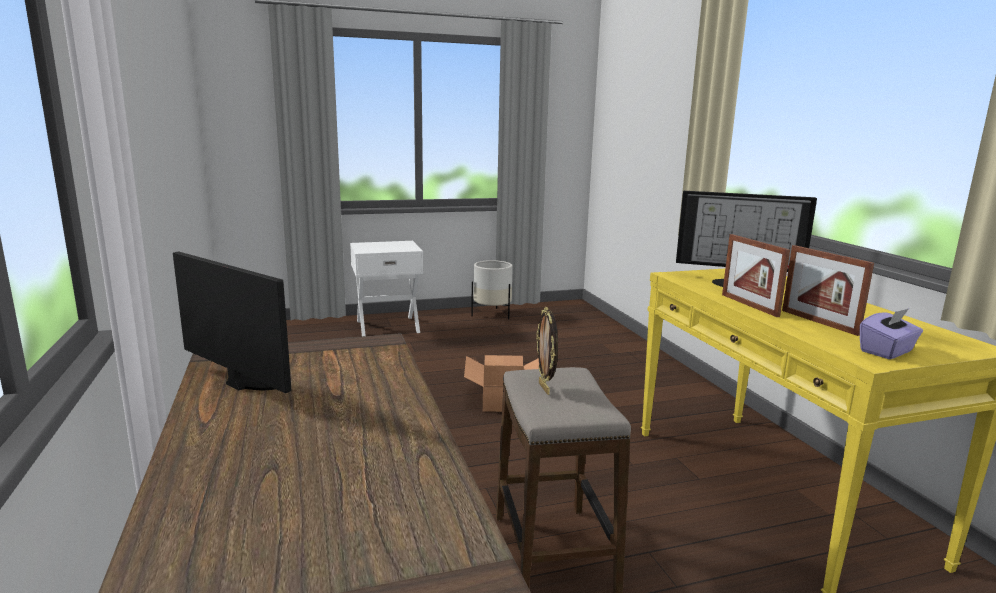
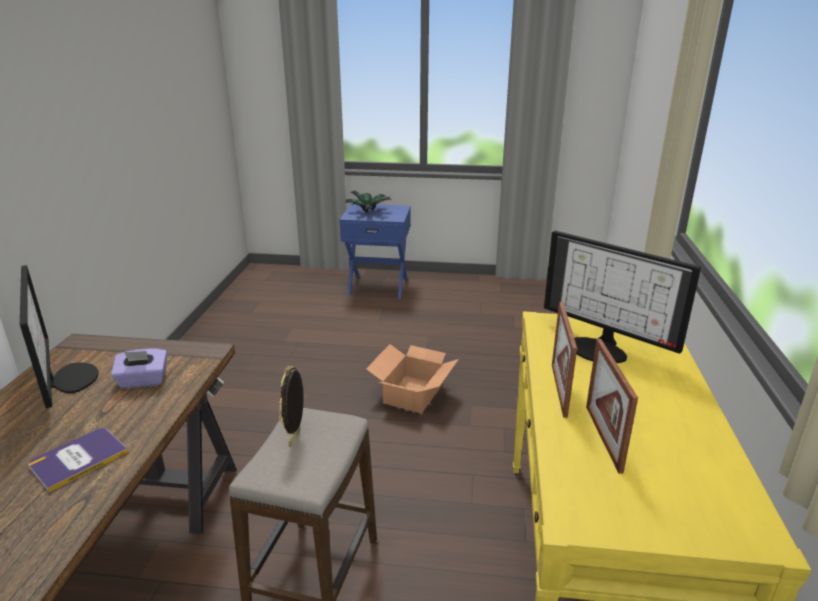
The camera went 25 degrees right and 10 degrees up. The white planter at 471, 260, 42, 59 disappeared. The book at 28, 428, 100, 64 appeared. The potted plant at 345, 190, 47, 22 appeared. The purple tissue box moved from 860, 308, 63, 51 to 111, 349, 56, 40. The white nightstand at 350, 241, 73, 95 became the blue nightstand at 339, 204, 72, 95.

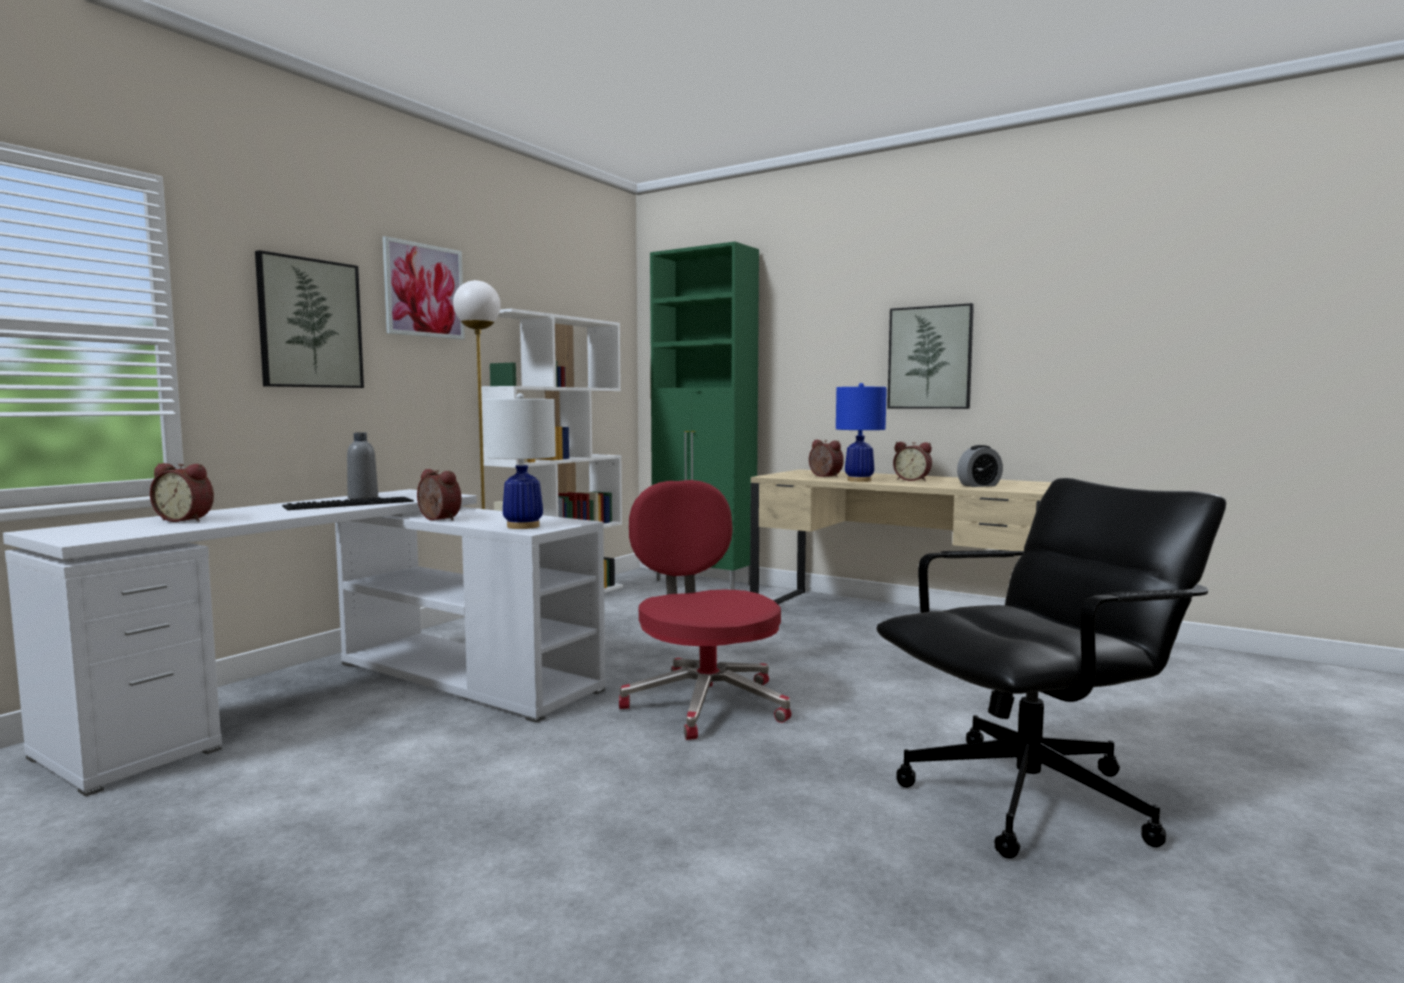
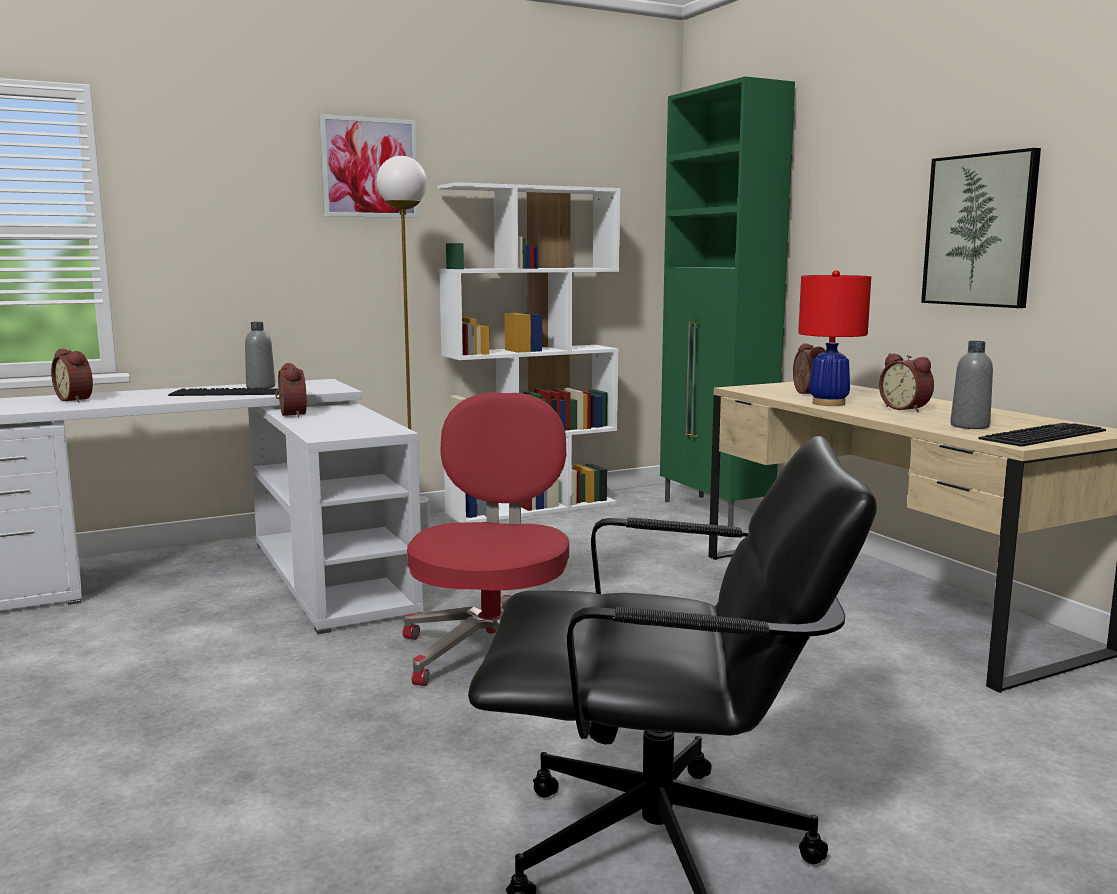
The camera went 30 degrees right and 5 degrees up. The picture at 255, 250, 109, 138 disappeared. The white table lamp at 485, 393, 71, 136 disappeared. The keyboard at 979, 423, 127, 24 appeared. The alarm clock at 957, 445, 46, 42 was replaced by the grey bottle at 950, 341, 43, 88. The blue table lamp at 836, 383, 51, 99 became the red table lamp at 798, 270, 73, 136.

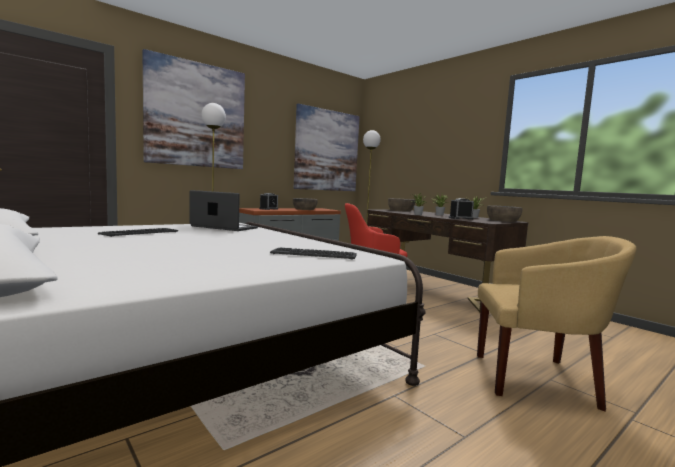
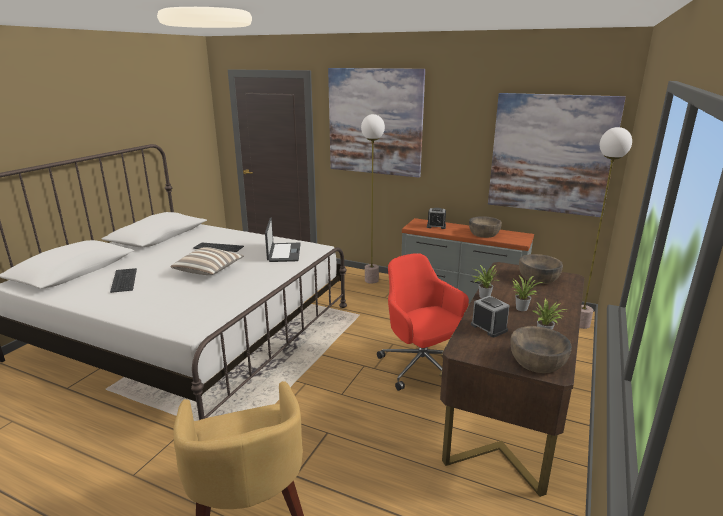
The camera went 65 degrees right and 15 degrees up. The pillow at 171, 247, 73, 28 appeared. The keyboard moved from 270, 247, 87, 13 to 110, 268, 27, 25.

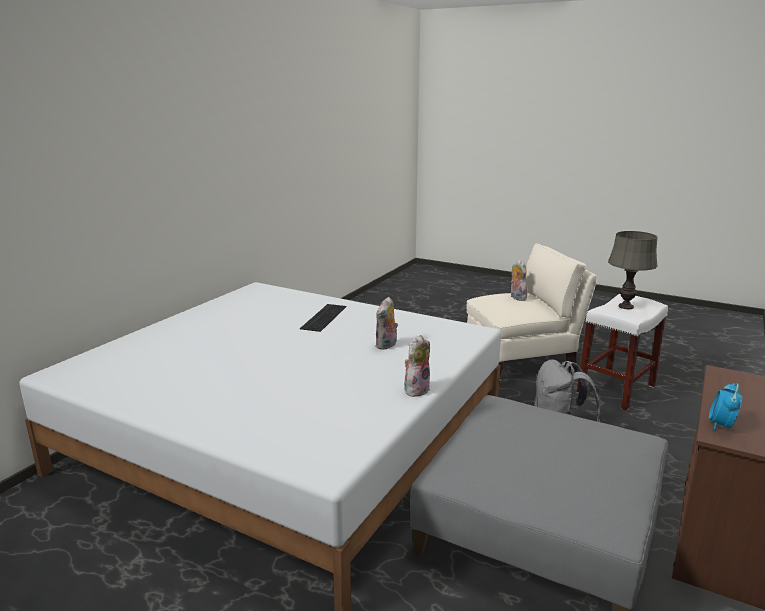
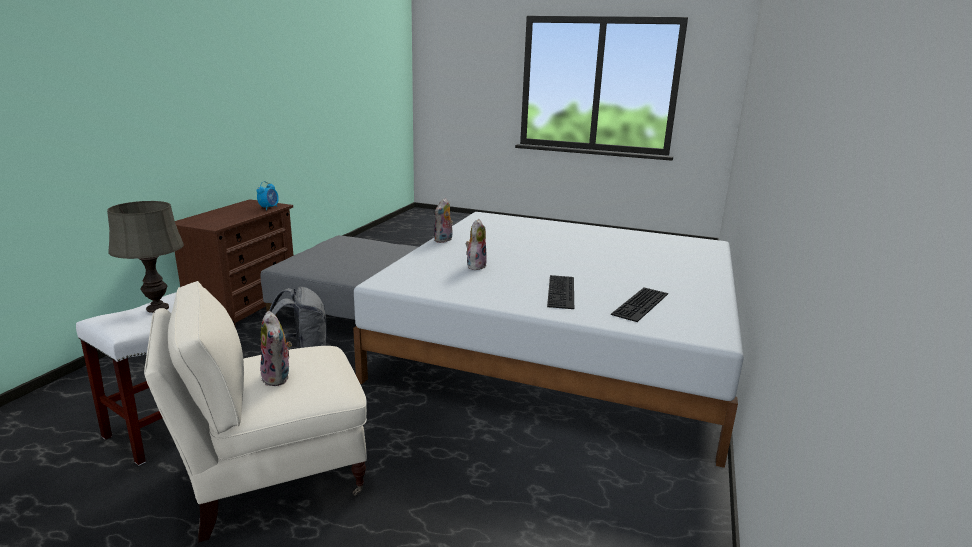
The camera went 170 degrees right and 0 degrees up. The keyboard at 611, 287, 57, 35 appeared.

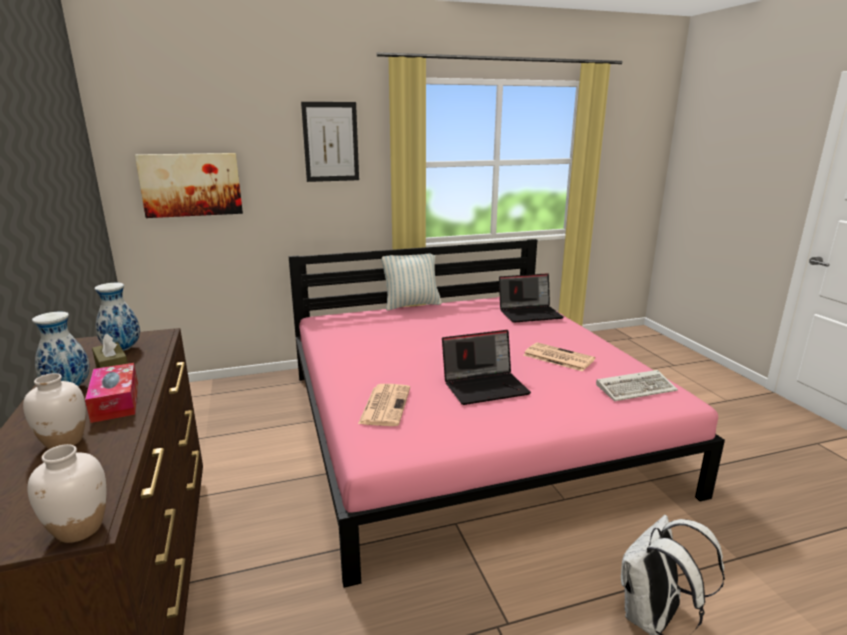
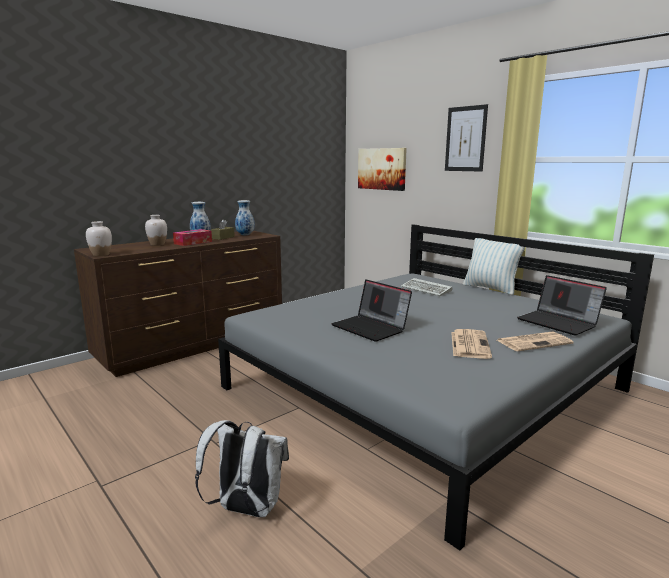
The camera went 65 degrees right and 5 degrees down. The newspaper moved from 358, 384, 52, 42 to 497, 331, 76, 21. The keyboard moved from 596, 370, 82, 31 to 401, 278, 51, 18. The pink bed at 289, 239, 436, 349 became the grey bed at 218, 224, 436, 327.

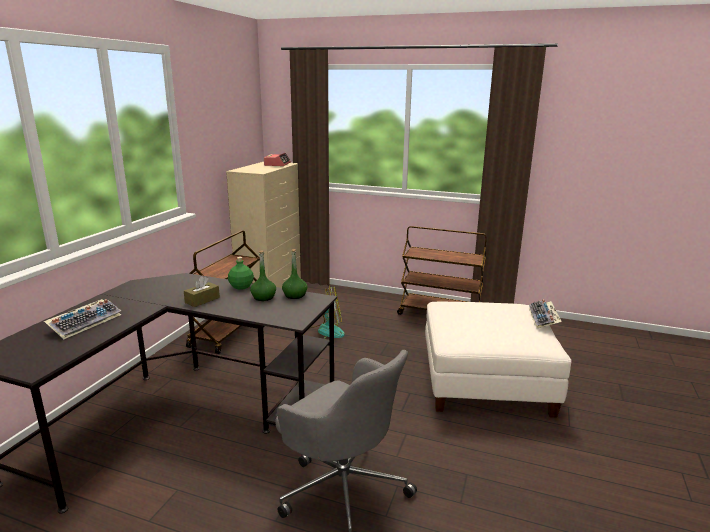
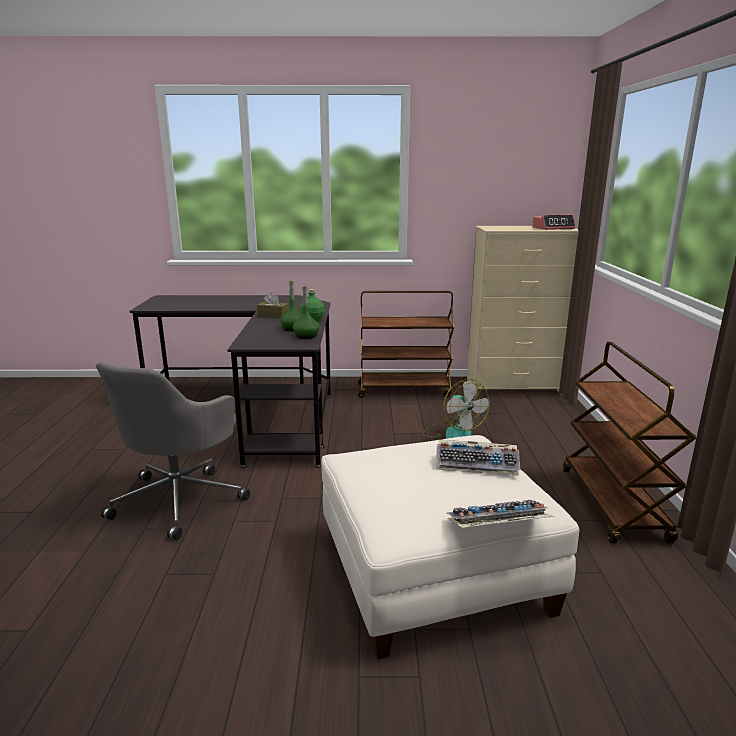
The camera went 70 degrees right and 0 degrees up. The keyboard moved from 44, 299, 77, 40 to 435, 440, 85, 36.

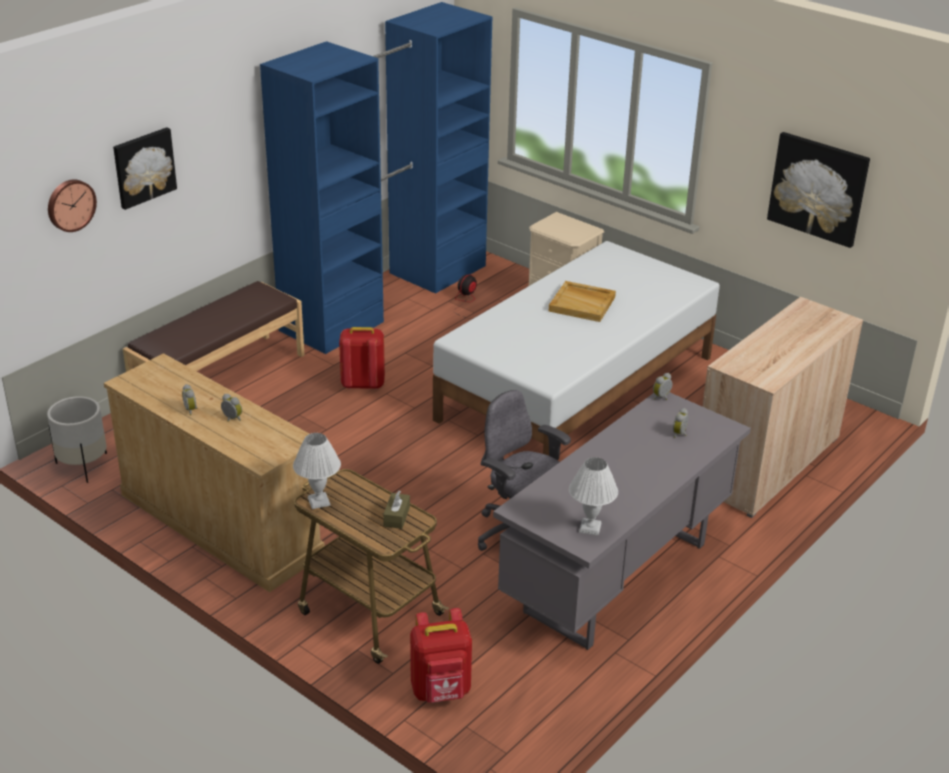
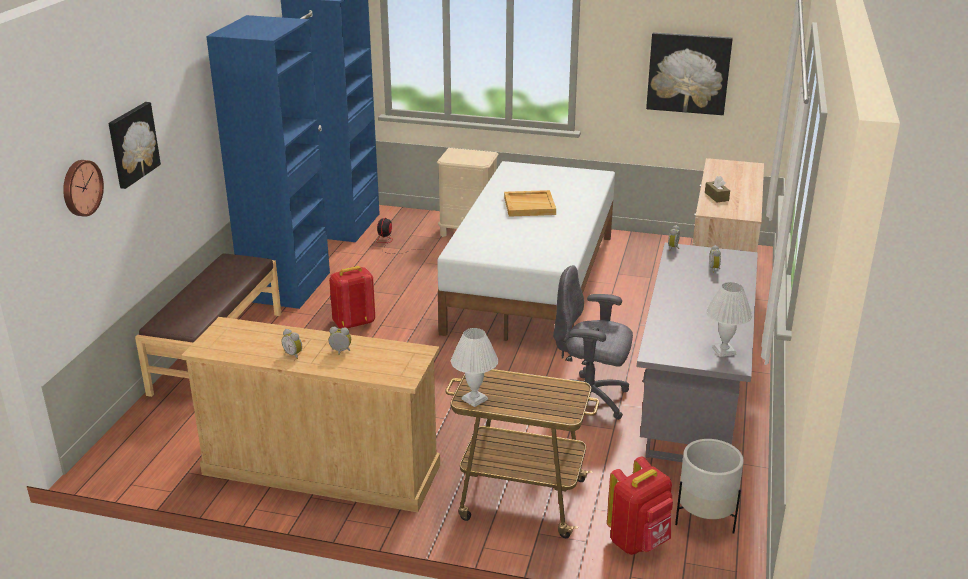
The camera went 25 degrees left and 5 degrees down. The white planter moved from 47, 396, 60, 87 to 675, 439, 69, 95. The brown tissue box moved from 383, 491, 27, 38 to 705, 176, 25, 27.

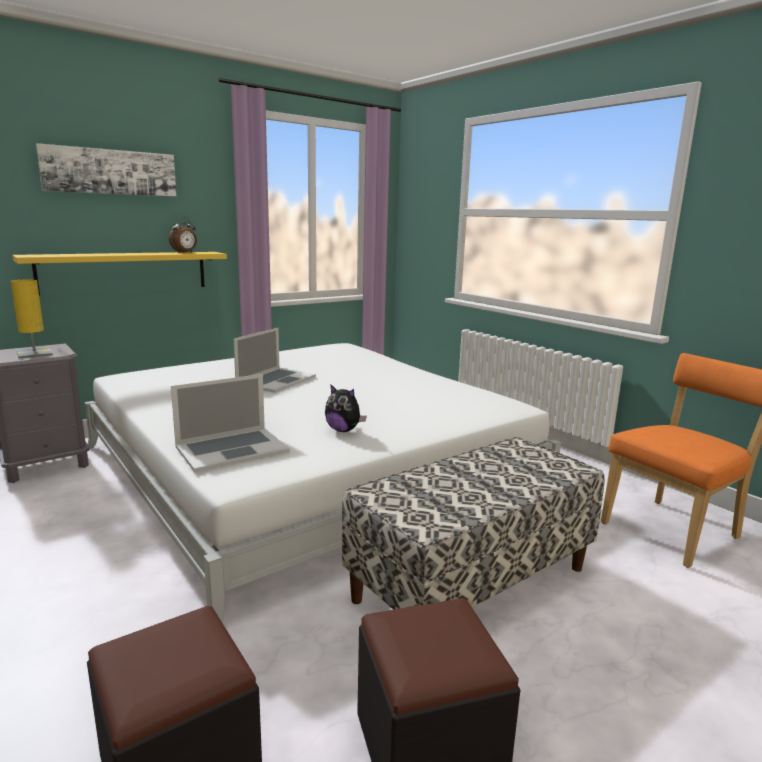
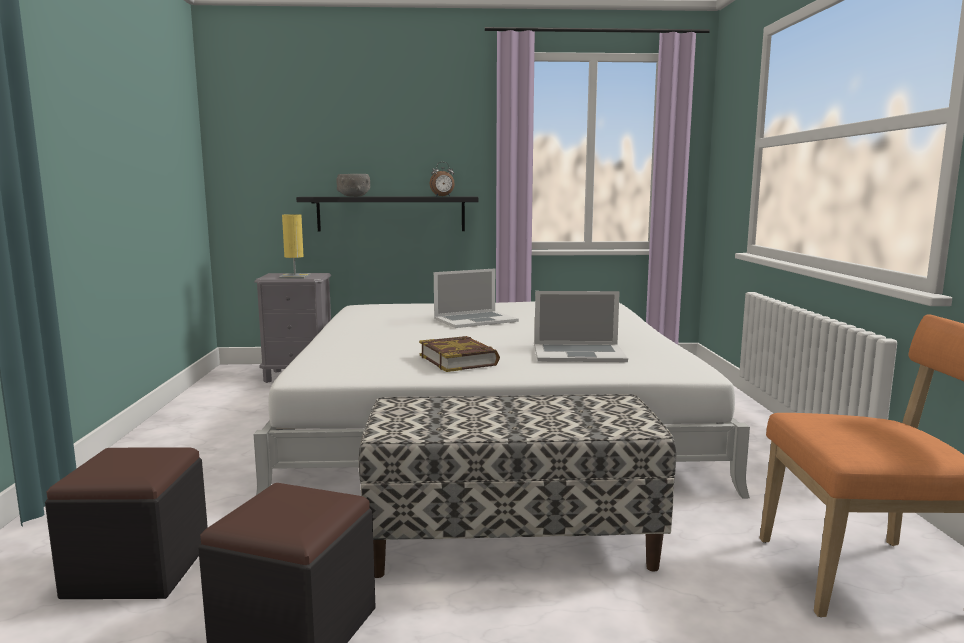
The camera went 35 degrees right and 5 degrees down. The picture at 36, 143, 141, 54 disappeared. The grey bowl at 336, 174, 34, 22 appeared. The laptop moved from 171, 374, 119, 98 to 535, 291, 93, 71. The plush toy at 325, 384, 42, 48 was replaced by the book at 419, 336, 81, 36. The yellow shelf at 12, 252, 215, 44 became the black shelf at 296, 197, 183, 35.

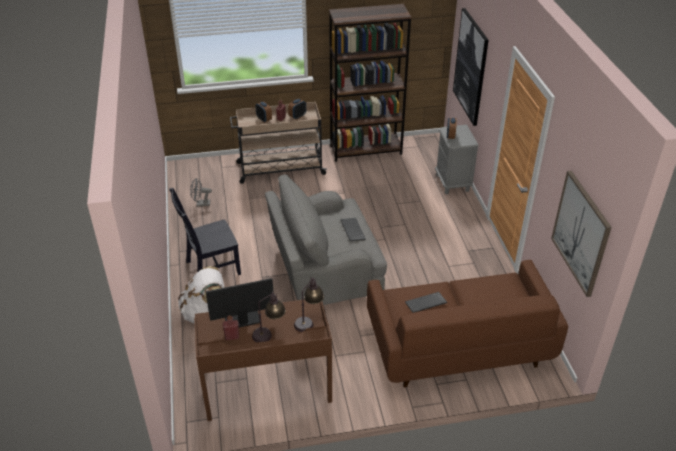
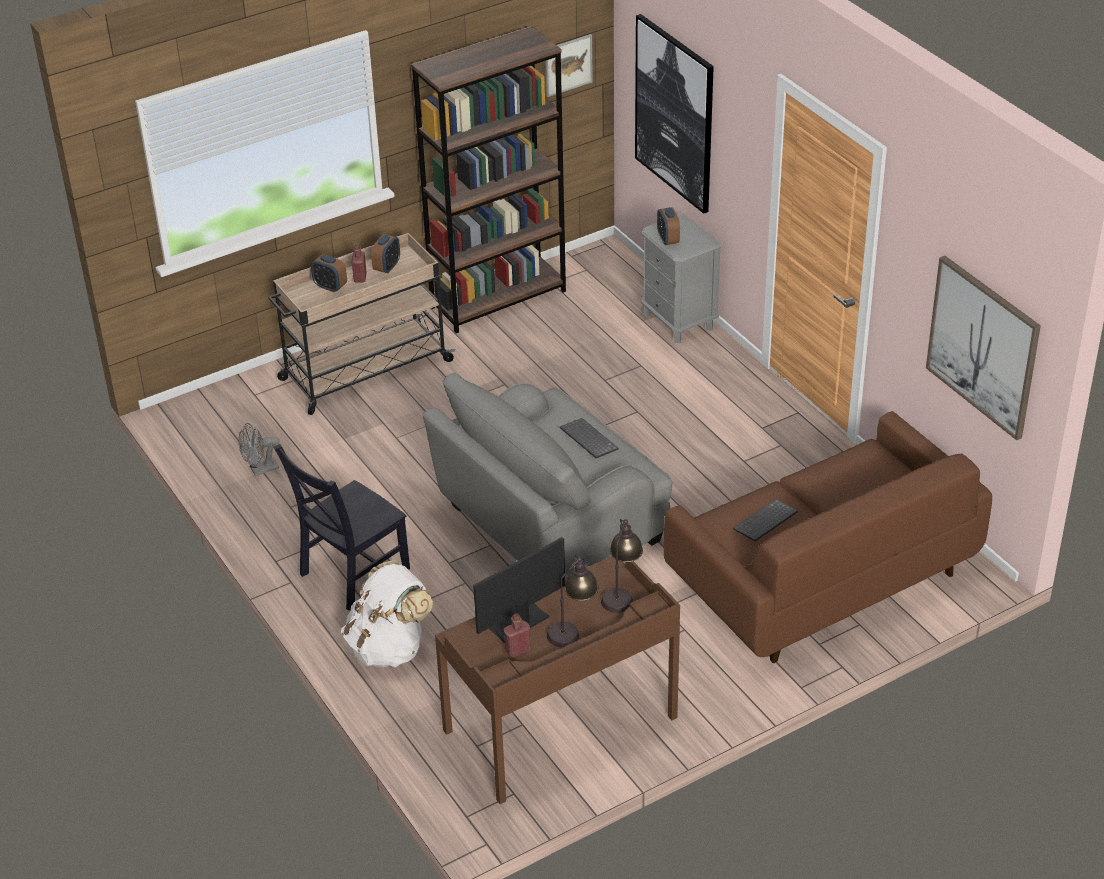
The camera went 20 degrees left and 0 degrees up. The picture at 545, 34, 48, 63 appeared.

